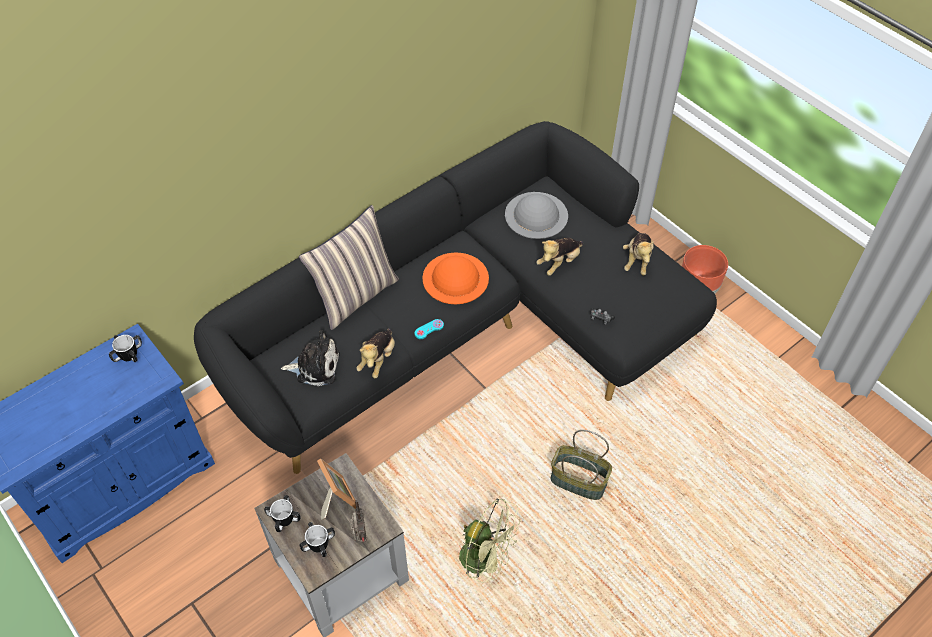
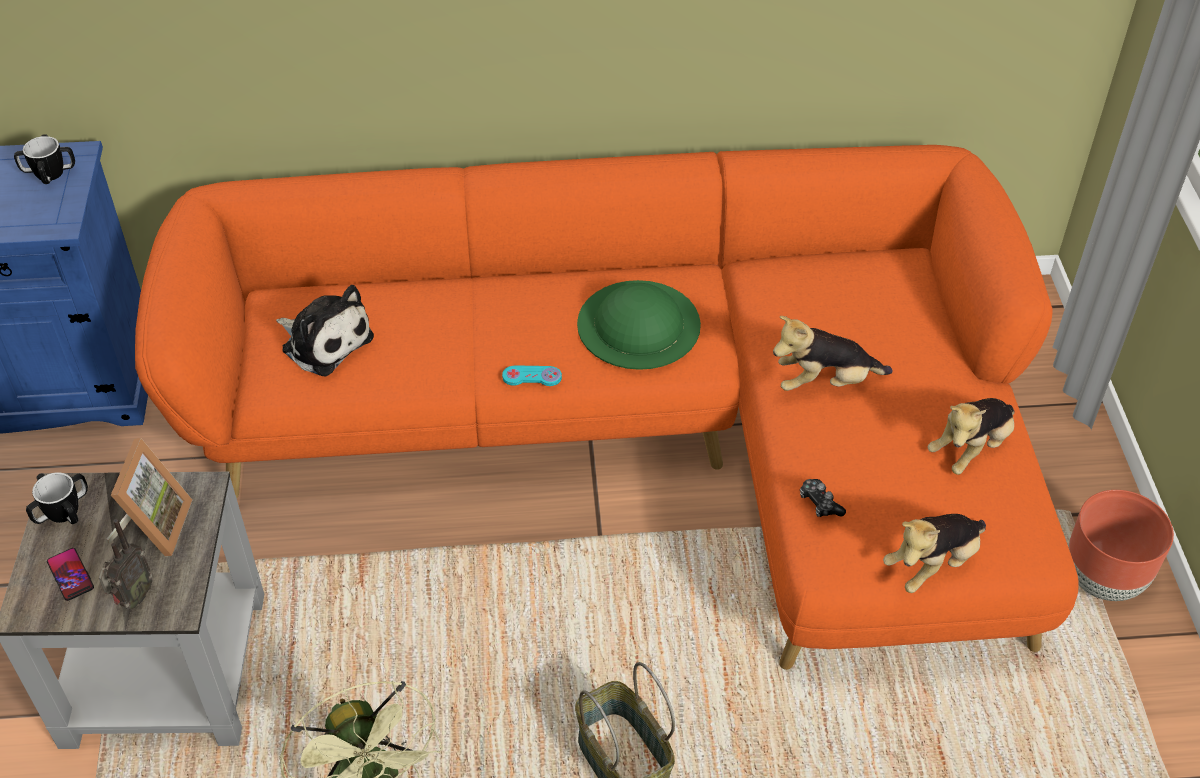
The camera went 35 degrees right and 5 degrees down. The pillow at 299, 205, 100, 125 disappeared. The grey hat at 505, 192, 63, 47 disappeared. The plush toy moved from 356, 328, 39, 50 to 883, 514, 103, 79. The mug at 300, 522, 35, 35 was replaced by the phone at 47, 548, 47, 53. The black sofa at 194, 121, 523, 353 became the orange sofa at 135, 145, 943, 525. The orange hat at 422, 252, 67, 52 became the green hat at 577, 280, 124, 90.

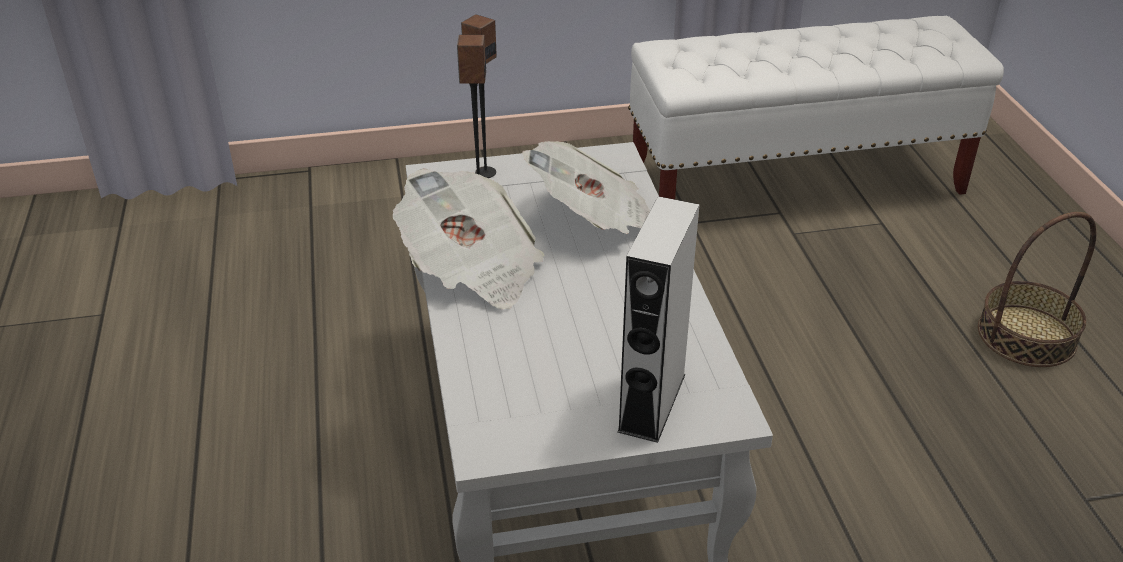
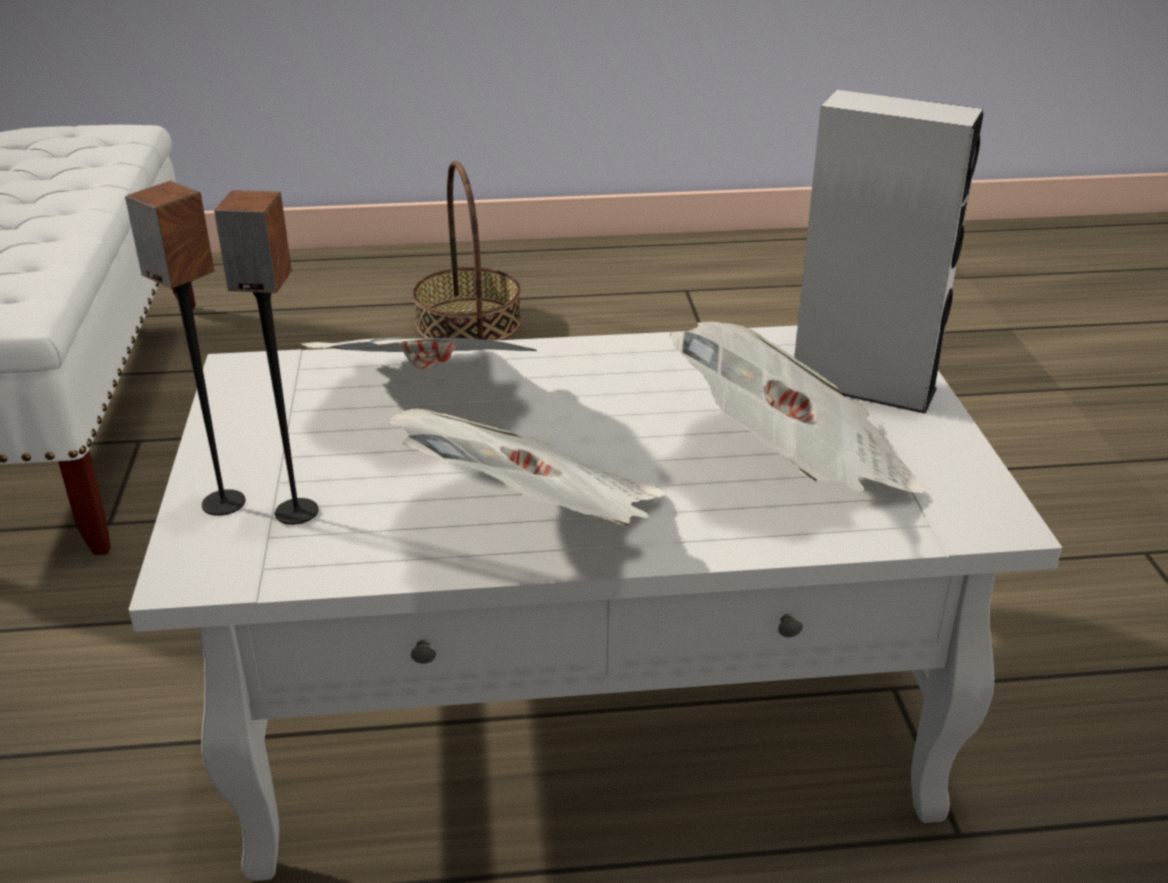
The camera went 85 degrees left and 5 degrees down. The newspaper at 670, 322, 257, 171 appeared.

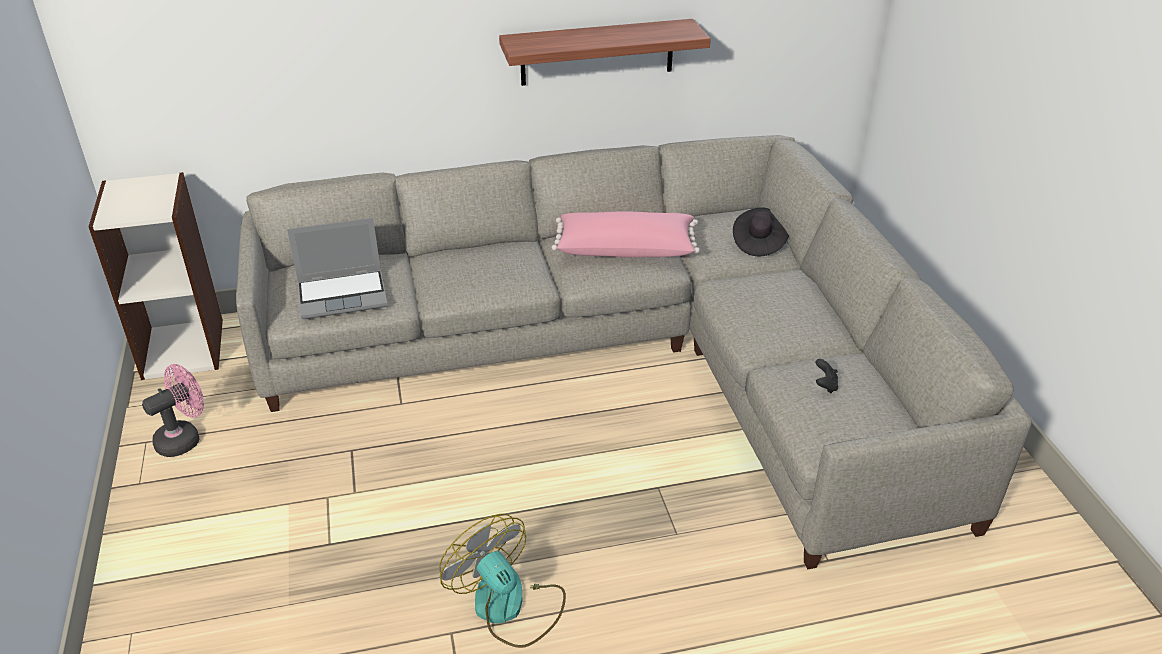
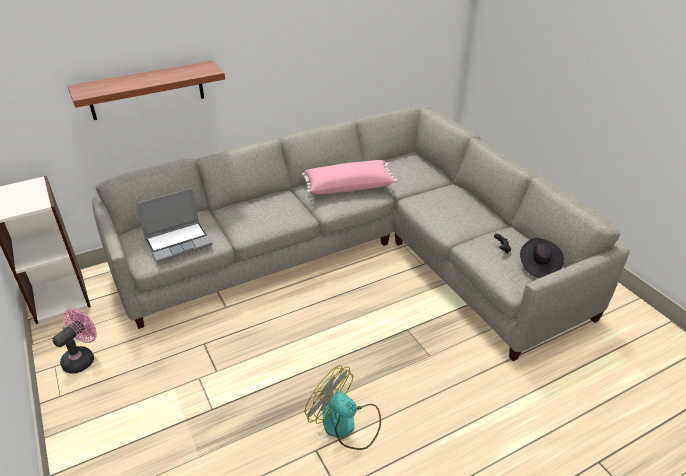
The camera went 15 degrees left and 0 degrees up. The shelf moved from 499, 19, 212, 67 to 68, 61, 157, 59. The black hat moved from 733, 207, 56, 49 to 520, 238, 44, 40.

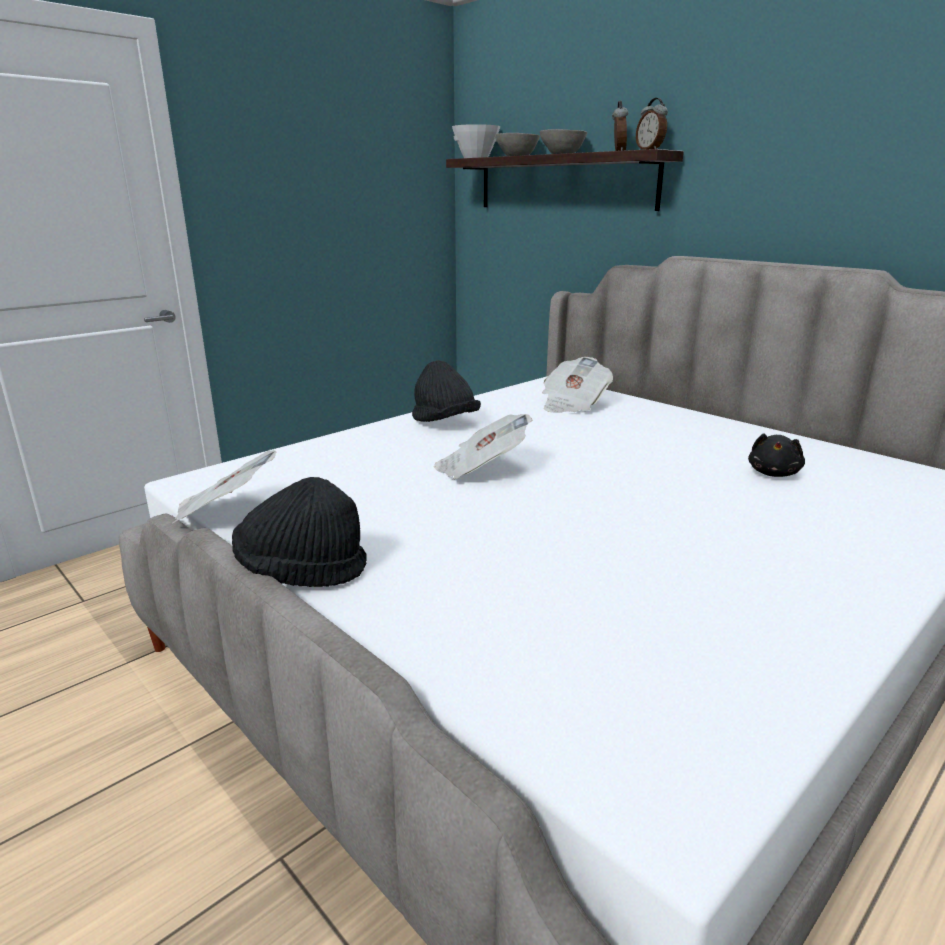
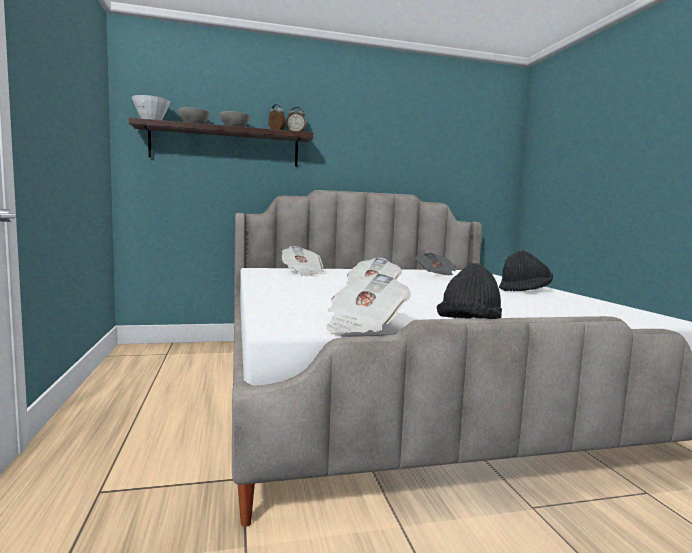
The camera went 60 degrees left and 15 degrees down. The black hat moved from 412, 360, 69, 62 to 499, 250, 54, 41. The black plush toy at 748, 433, 57, 44 was replaced by the newspaper at 414, 253, 42, 22.

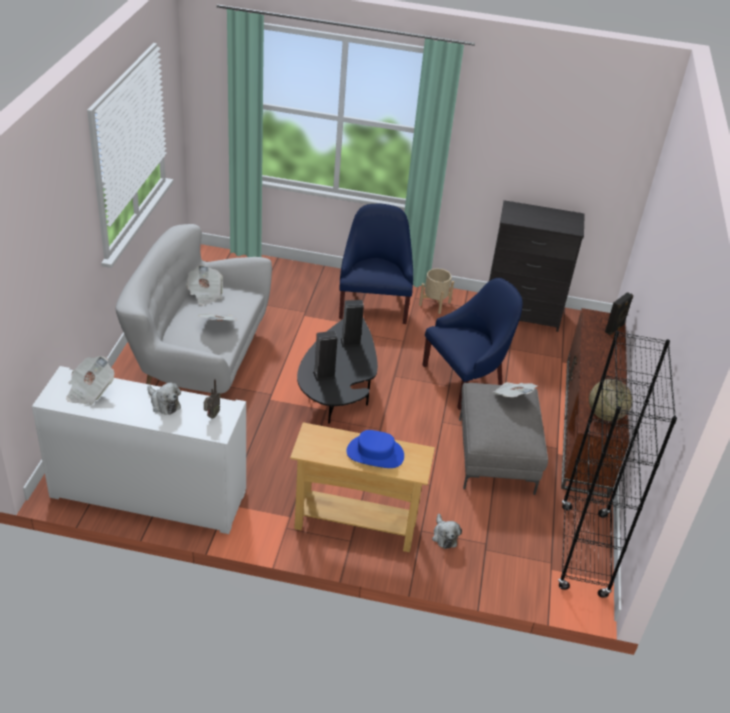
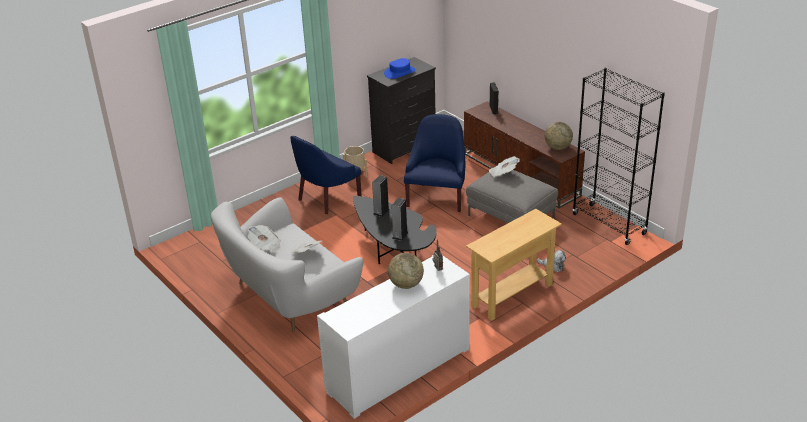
The camera went 45 degrees left and 5 degrees down. The newspaper at 66, 356, 48, 49 disappeared. The blue hat moved from 346, 430, 58, 38 to 384, 58, 32, 21. The plush toy at 147, 383, 34, 32 was replaced by the globe at 388, 253, 36, 36. The blue armchair at 339, 204, 74, 120 turned 90 degrees counterclockwise.

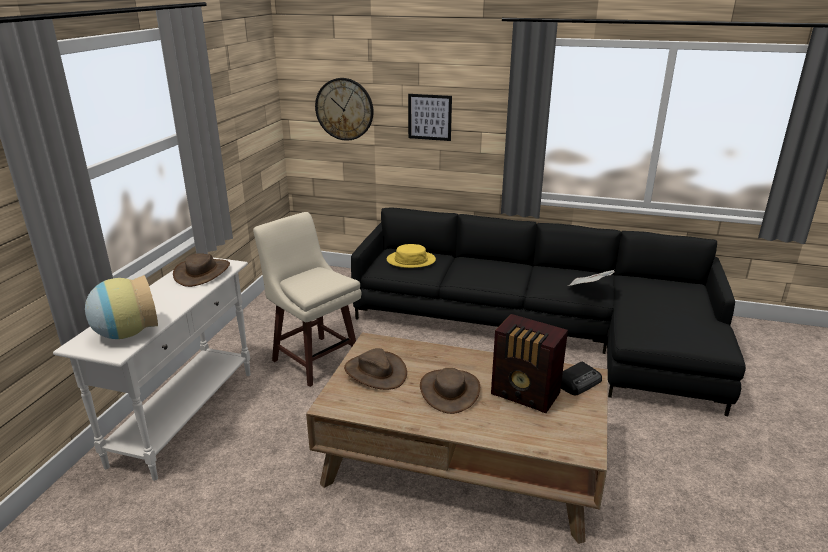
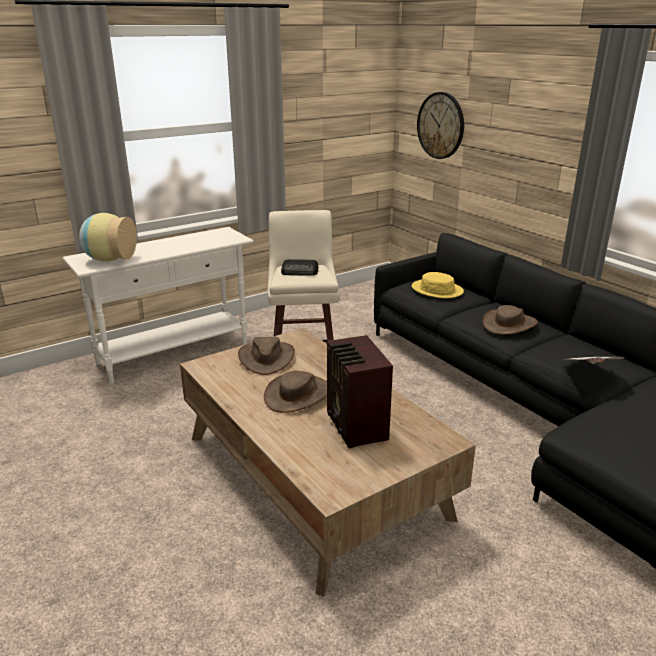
The camera went 40 degrees right and 0 degrees up. The picture at 408, 94, 44, 47 disappeared. The brown hat moved from 173, 253, 57, 34 to 483, 305, 55, 30. The radio moved from 561, 361, 41, 34 to 281, 259, 37, 16.

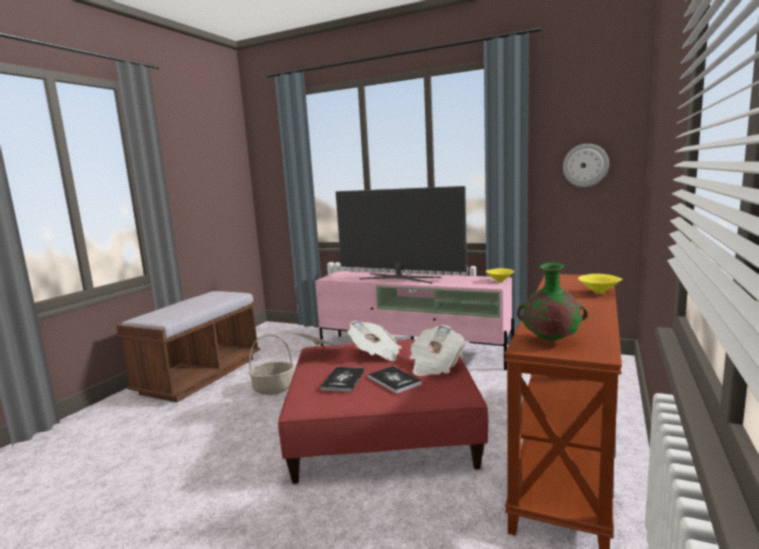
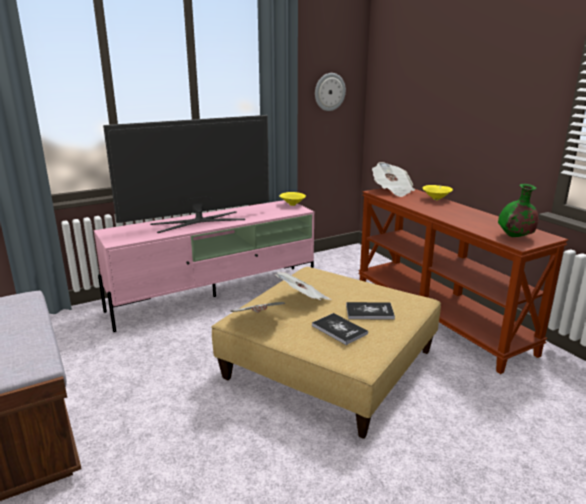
The camera went 55 degrees left and 10 degrees up. The basket at 249, 334, 45, 61 disappeared. The newspaper moved from 410, 325, 55, 51 to 372, 162, 43, 35. The red ottoman at 278, 339, 210, 145 became the beige ottoman at 211, 267, 230, 172.

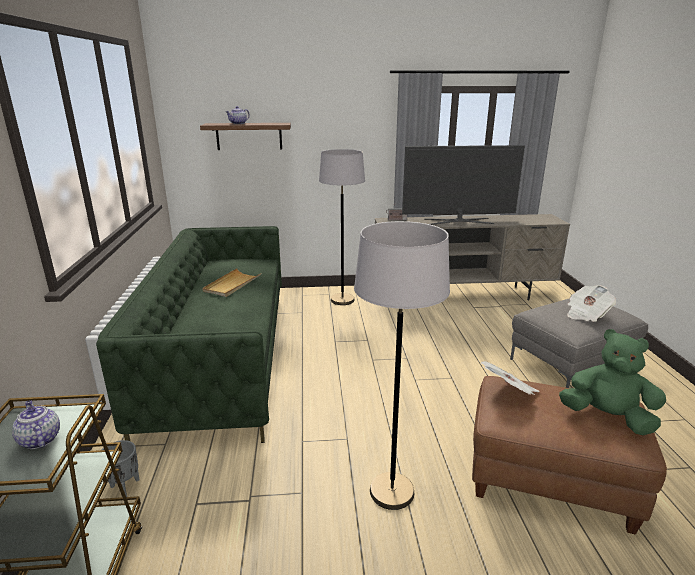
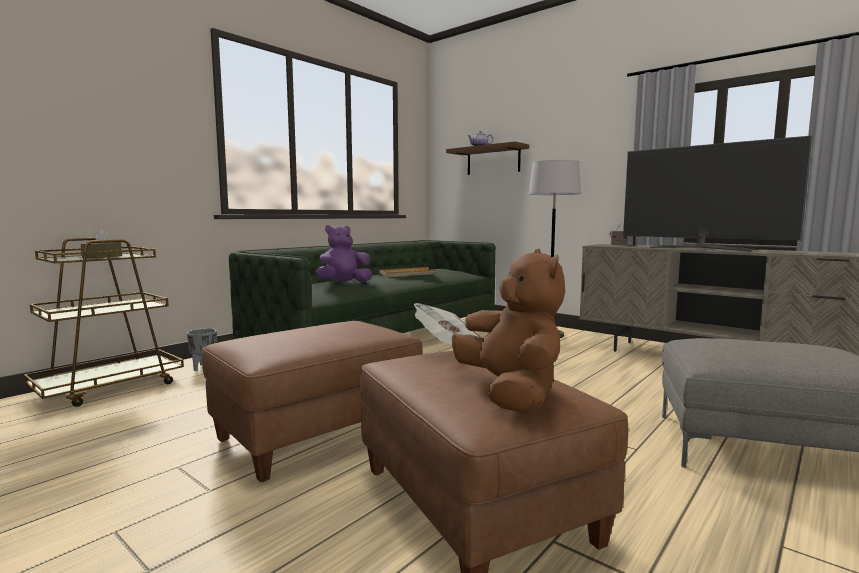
The camera went 45 degrees right and 15 degrees down. The newspaper at 567, 285, 49, 37 disappeared. The purple plush toy at 316, 225, 56, 57 appeared. The teapot at 12, 400, 48, 49 was replaced by the brown tissue box at 81, 229, 41, 29. The grey floor lamp at 354, 221, 96, 289 was replaced by the brown ottoman at 202, 321, 221, 161. The green plush toy at 559, 329, 107, 106 became the brown plush toy at 452, 249, 113, 164.

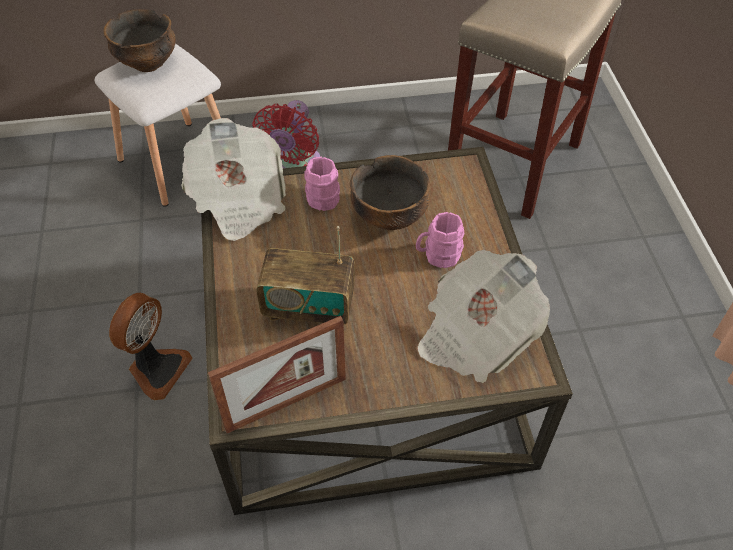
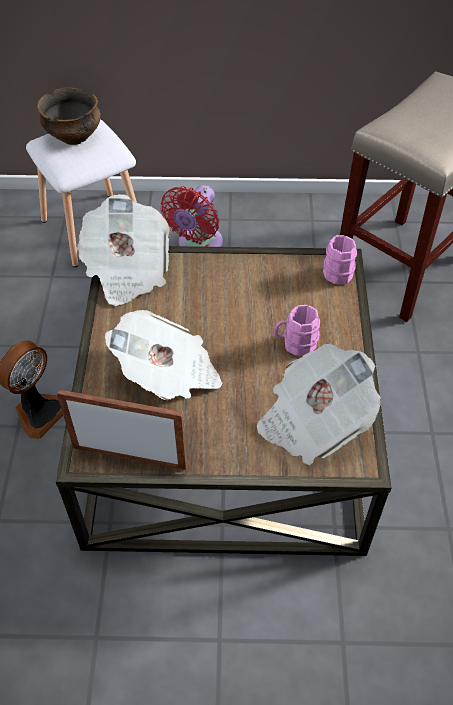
The camera went 10 degrees right and 0 degrees up. The bowl at 350, 155, 80, 75 disappeared. The pink mug moved from 304, 157, 36, 54 to 323, 235, 34, 50. The radio at 256, 226, 99, 98 was replaced by the newspaper at 105, 310, 118, 90. The picture frame at 208, 316, 138, 117 turned 150 degrees counterclockwise.

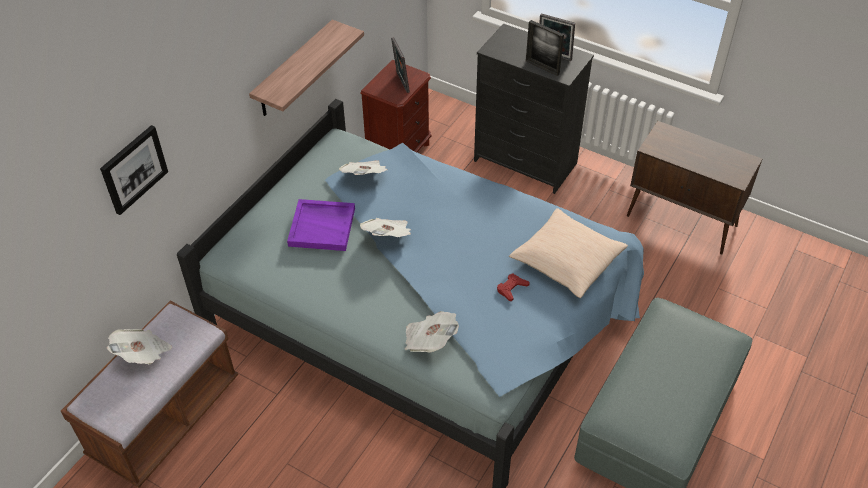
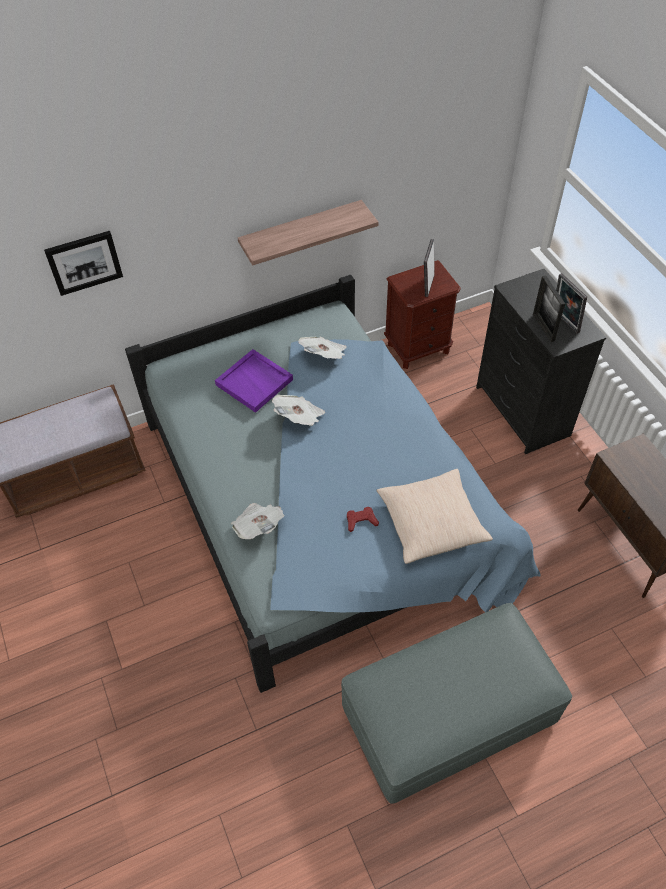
The camera went 35 degrees right and 5 degrees up. The newspaper at 106, 329, 66, 35 disappeared.

